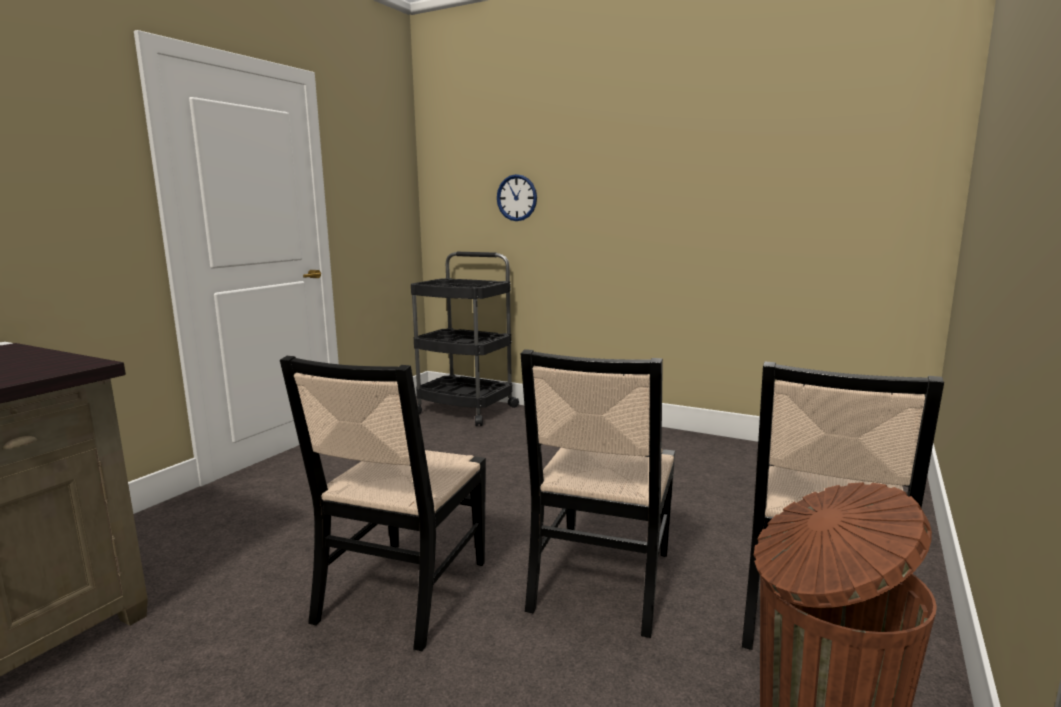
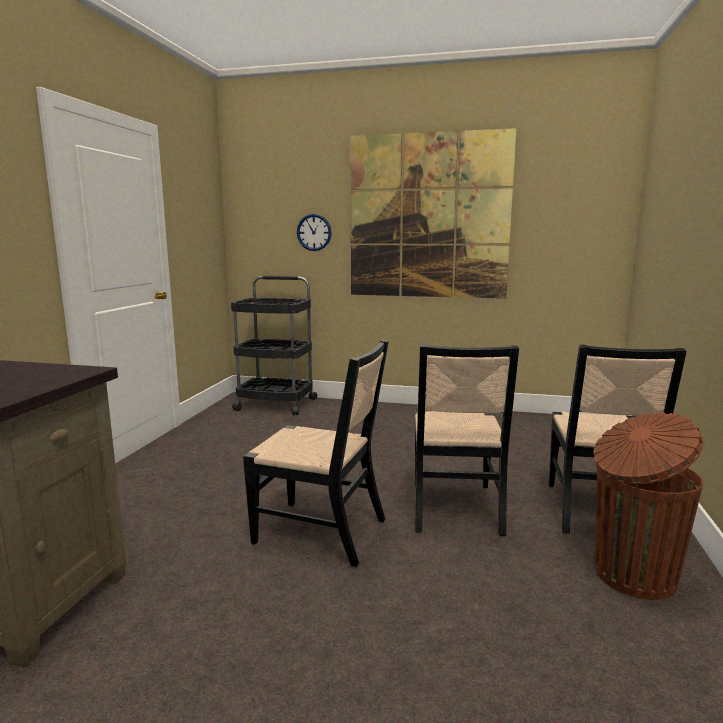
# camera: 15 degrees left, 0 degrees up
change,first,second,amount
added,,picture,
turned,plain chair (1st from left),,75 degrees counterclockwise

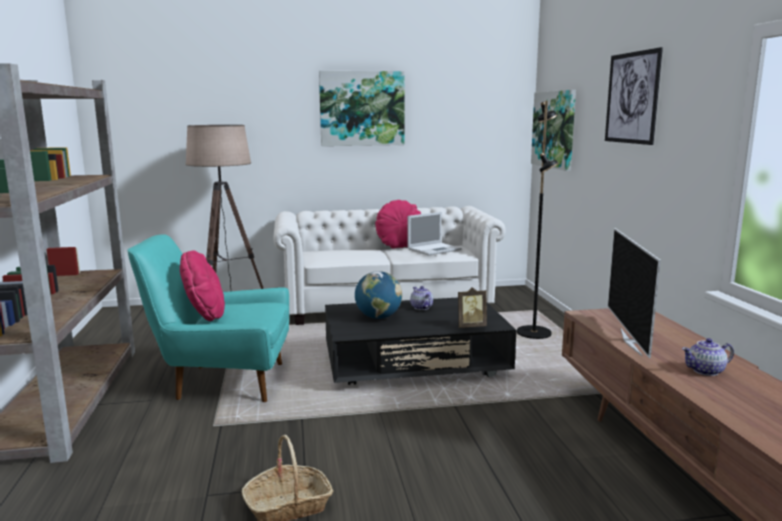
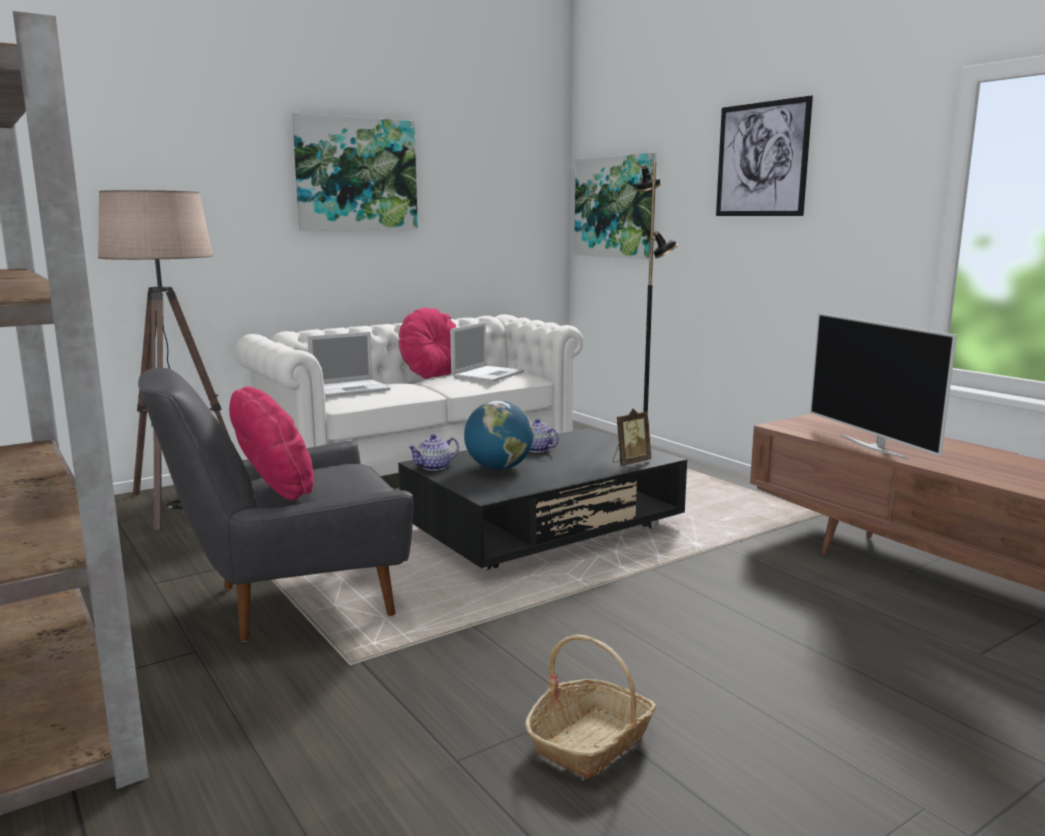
# camera: 25 degrees left, 0 degrees up
change,first,second,amount
added,,notebook computer (1st from left),
moved,tea pot (2nd from left in the first image),tea pot (1st from left),
recoloured,armchair (blue-green),armchair (grey),

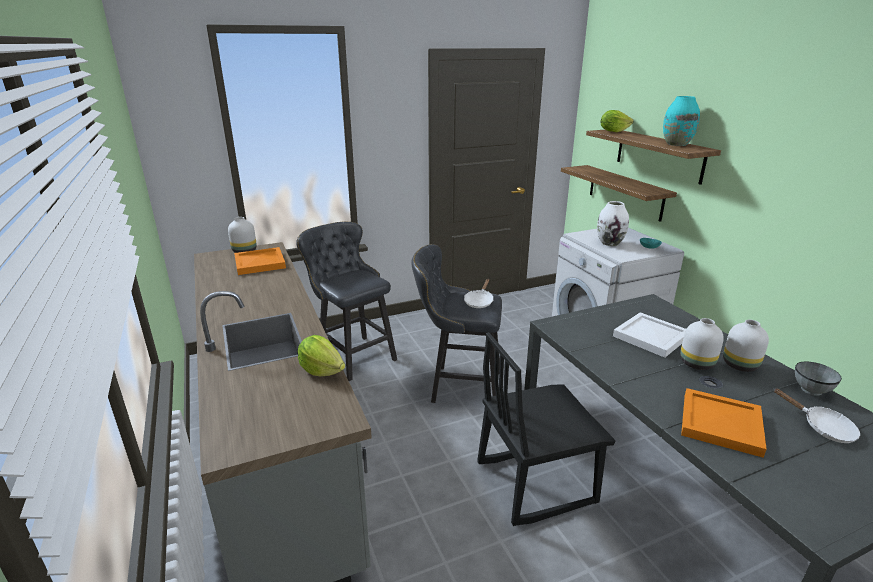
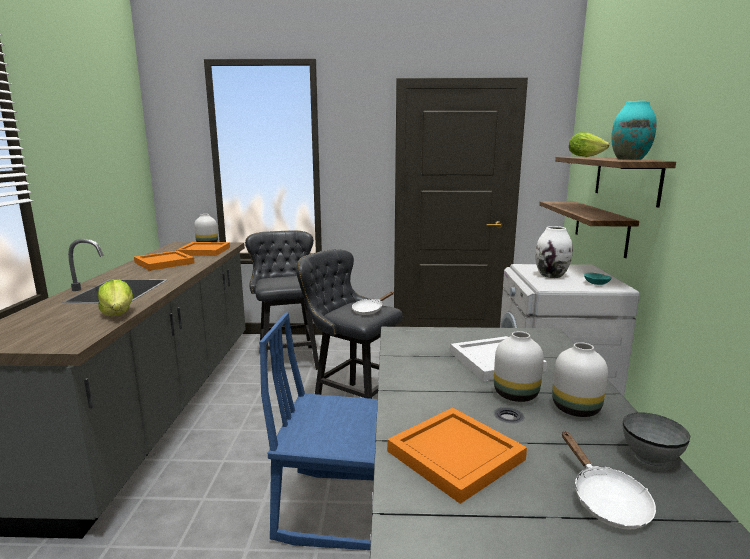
# camera: 25 degrees right, 10 degrees down
change,first,second,amount
added,,carrying tray (orangey) (1st from left),
recoloured,plain chair (black-coloured),plain chair (bluish),

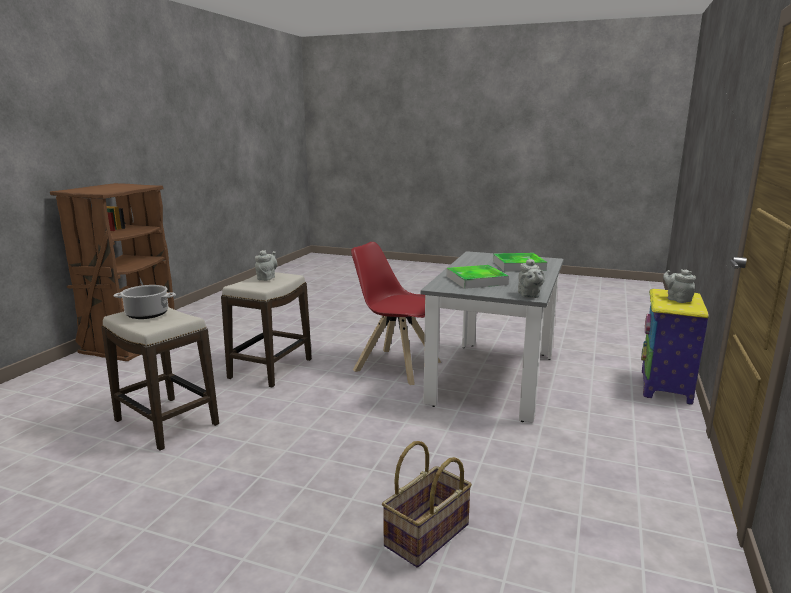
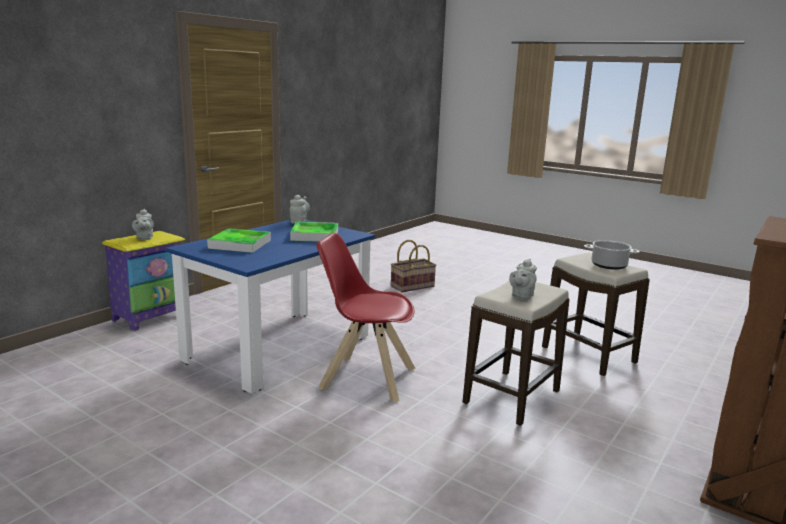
# camera: 165 degrees left, 0 degrees up
change,first,second,amount
recoloured,kitchen table (grey),kitchen table (bluish),
turned,plain chair (red),,150 degrees clockwise

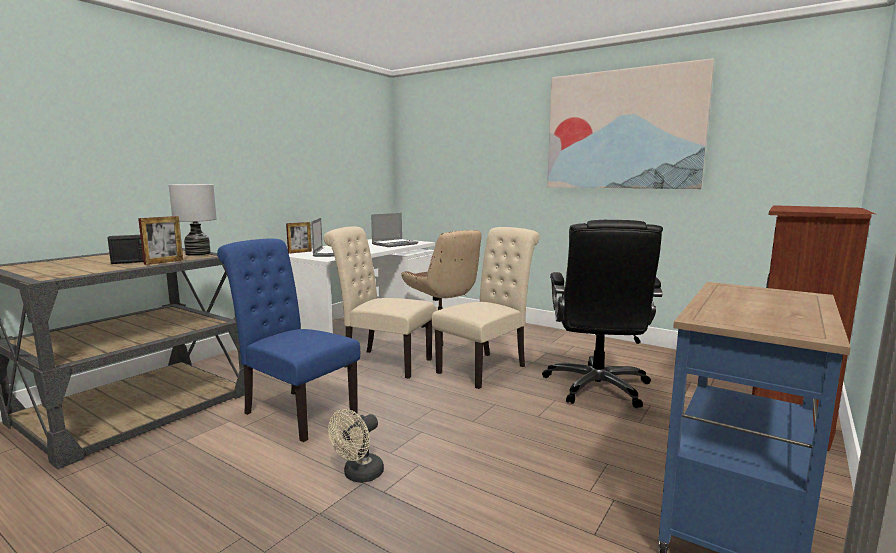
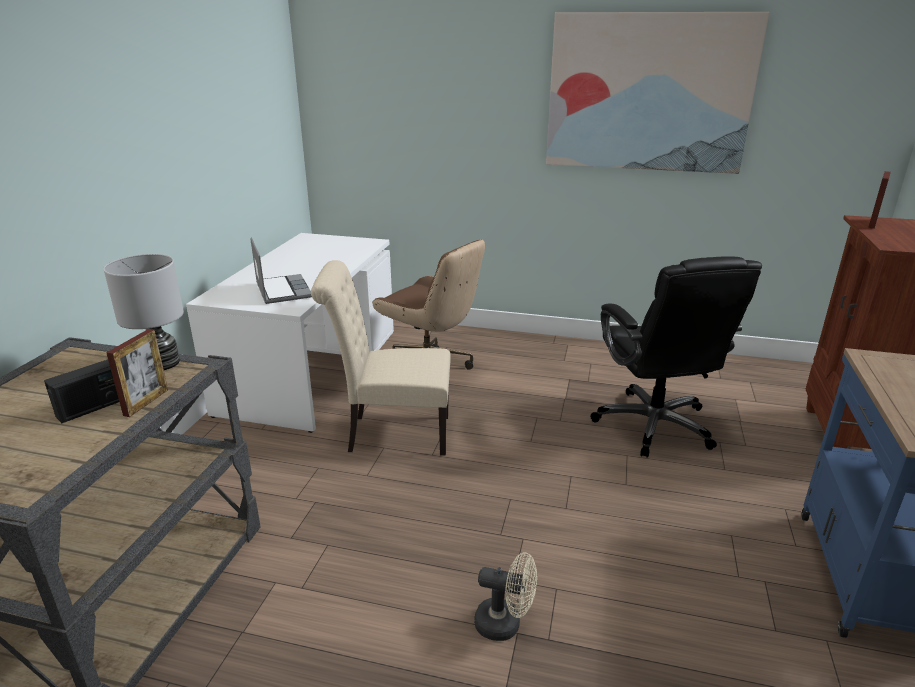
# camera: 20 degrees left, 15 degrees up
change,first,second,amount
removed,plain chair (bluish),,
removed,notebook computer (2nd from left),,
removed,plain chair (beige) (2nd from left),,
moved,standing frame (2nd from left),,
turned,electric fan (beige),,90 degrees counterclockwise

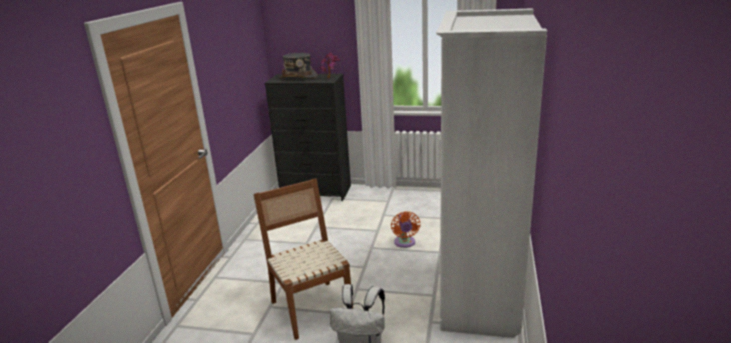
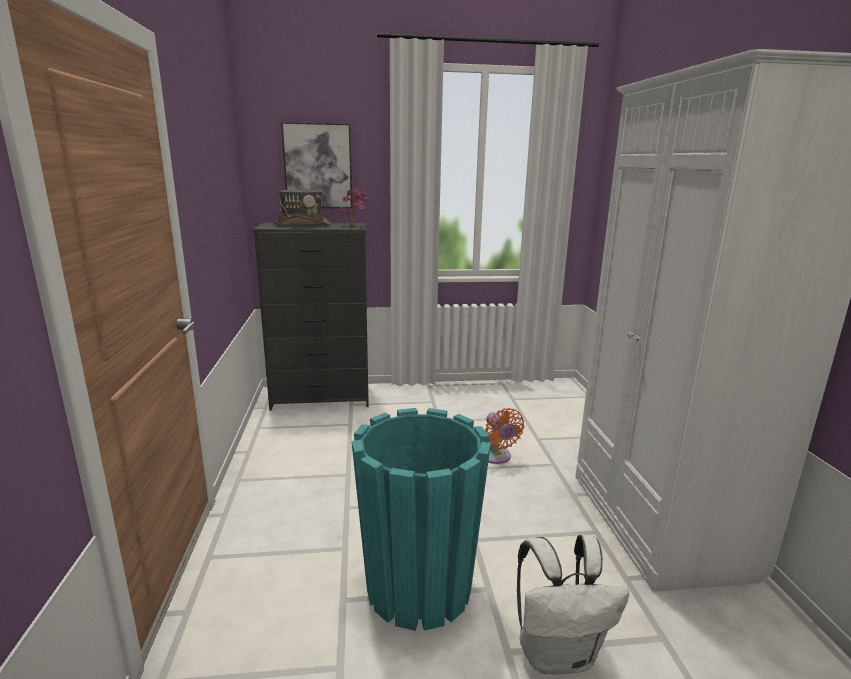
# camera: 20 degrees left, 5 degrees down
change,first,second,amount
added,,picture,
replaced,plain chair,flower pot (blue-green),

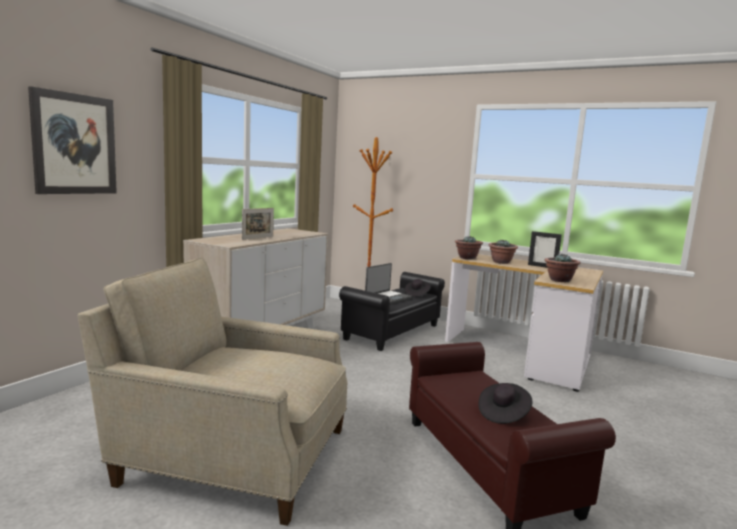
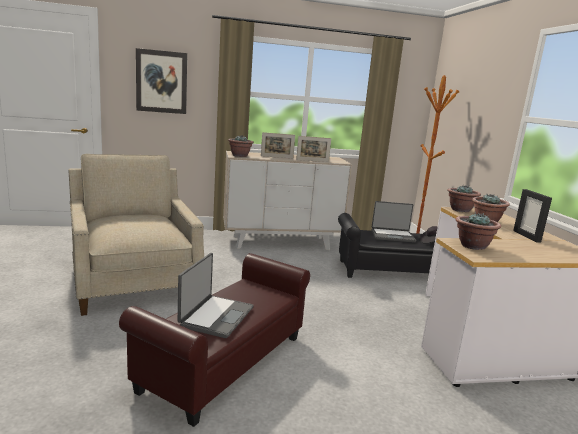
# camera: 50 degrees right, 5 degrees up
change,first,second,amount
added,,plant in a pot (1st from left),
added,,standing frame (2nd from left),
replaced,clothing hat (black-coloured) (2nd from left),notebook computer (1st from left),

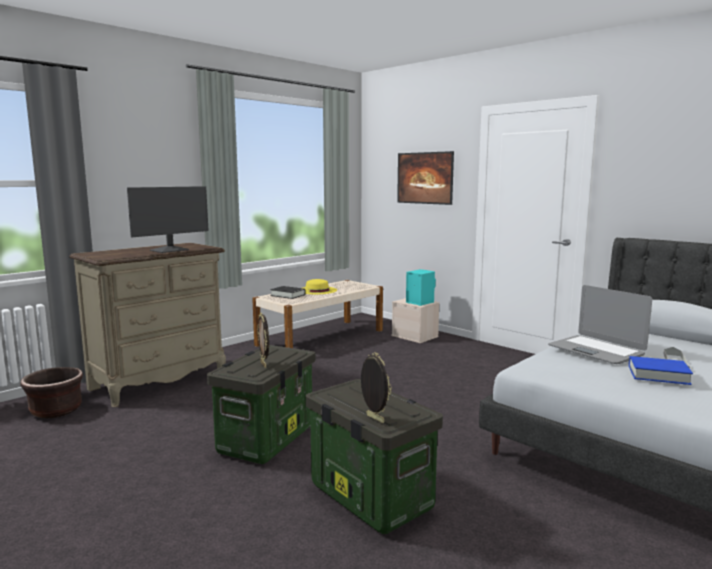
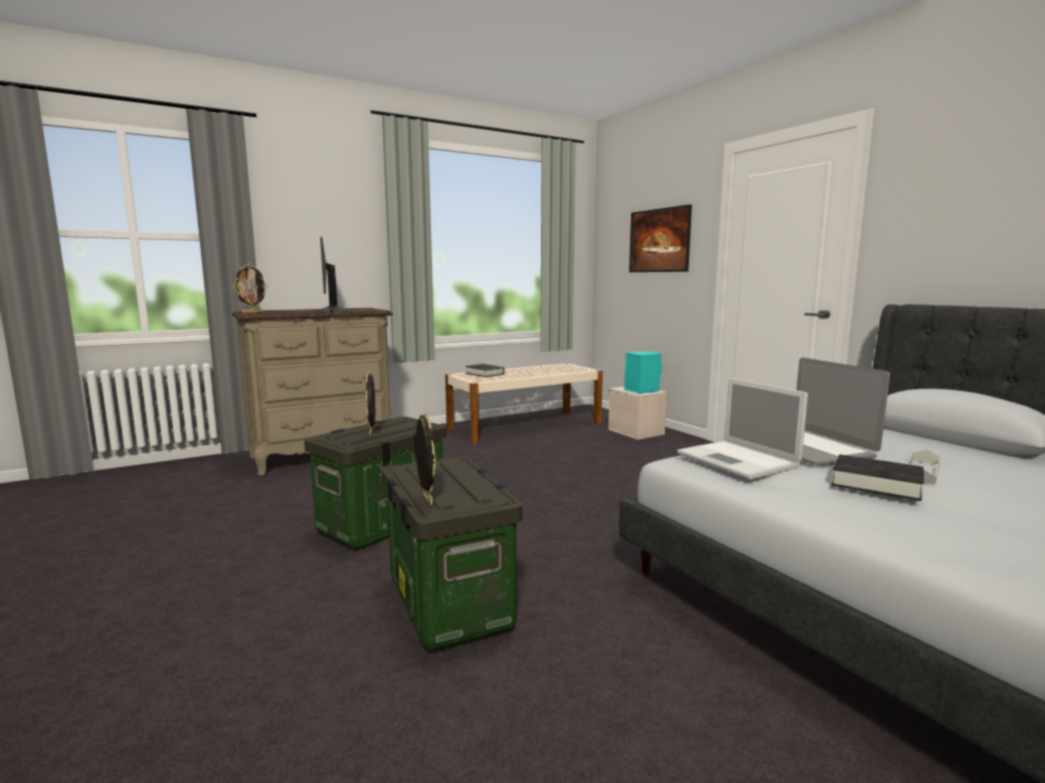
# camera: 15 degrees right, 0 degrees up
change,first,second,amount
removed,flower pot (brownish),,
removed,clothing hat (yellow-coloured),,
added,,standing frame (1st from left),
added,,notebook computer (1st from left),
recoloured,bound book (bluish),bound book (black-coloured) (2nd from left),
turned,monitor,,105 degrees clockwise

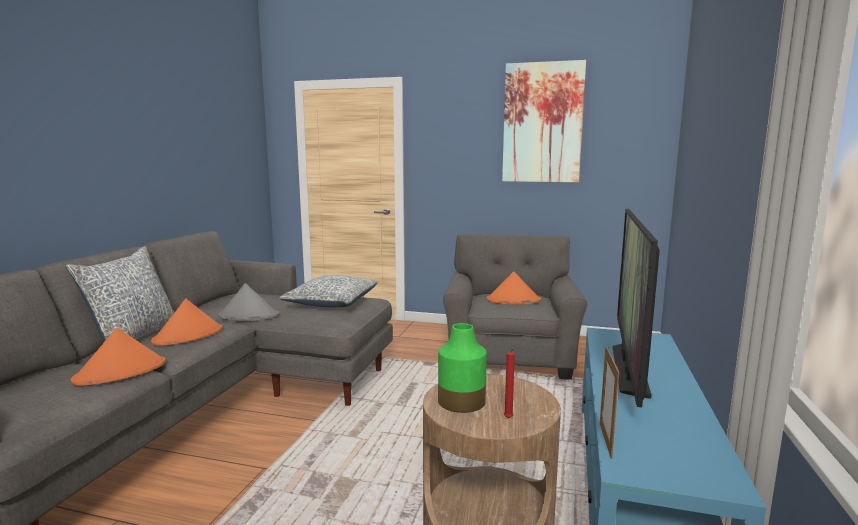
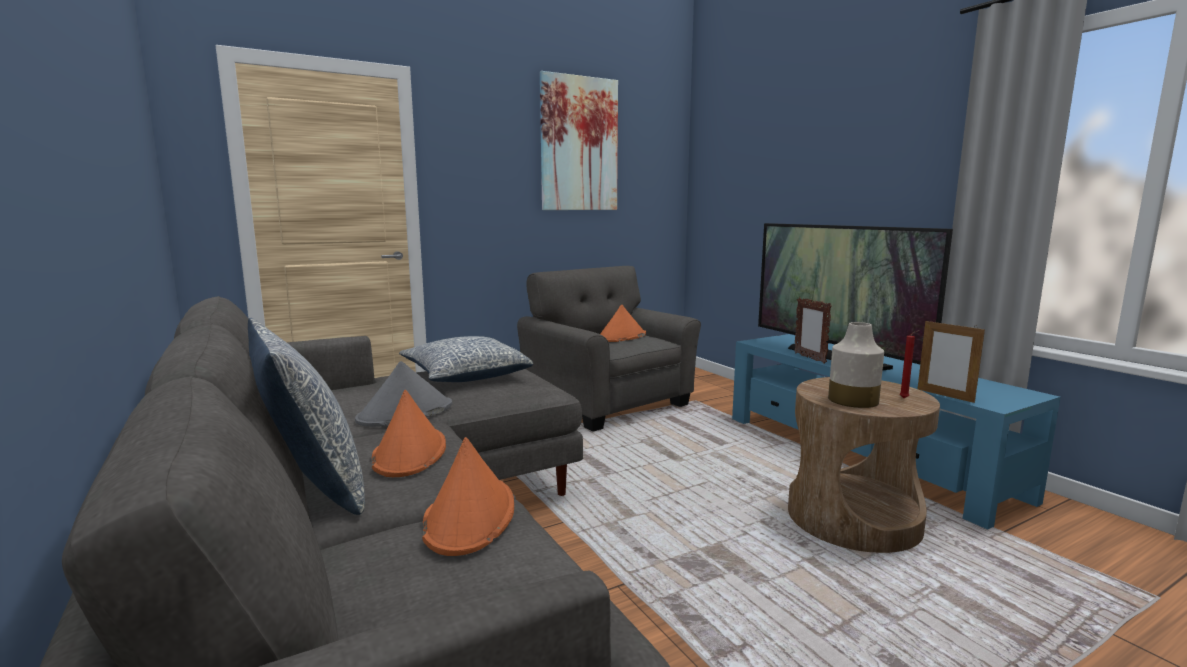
# camera: 45 degrees left, 0 degrees up
change,first,second,amount
added,,standing frame (1st from left),
recoloured,decorative vase (green),decorative vase (beige),

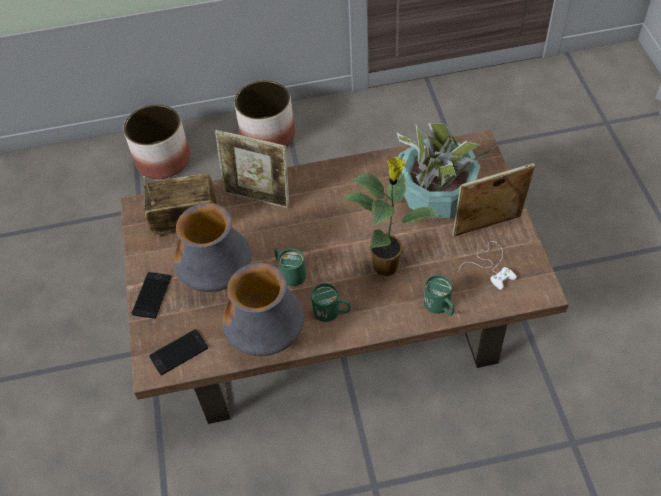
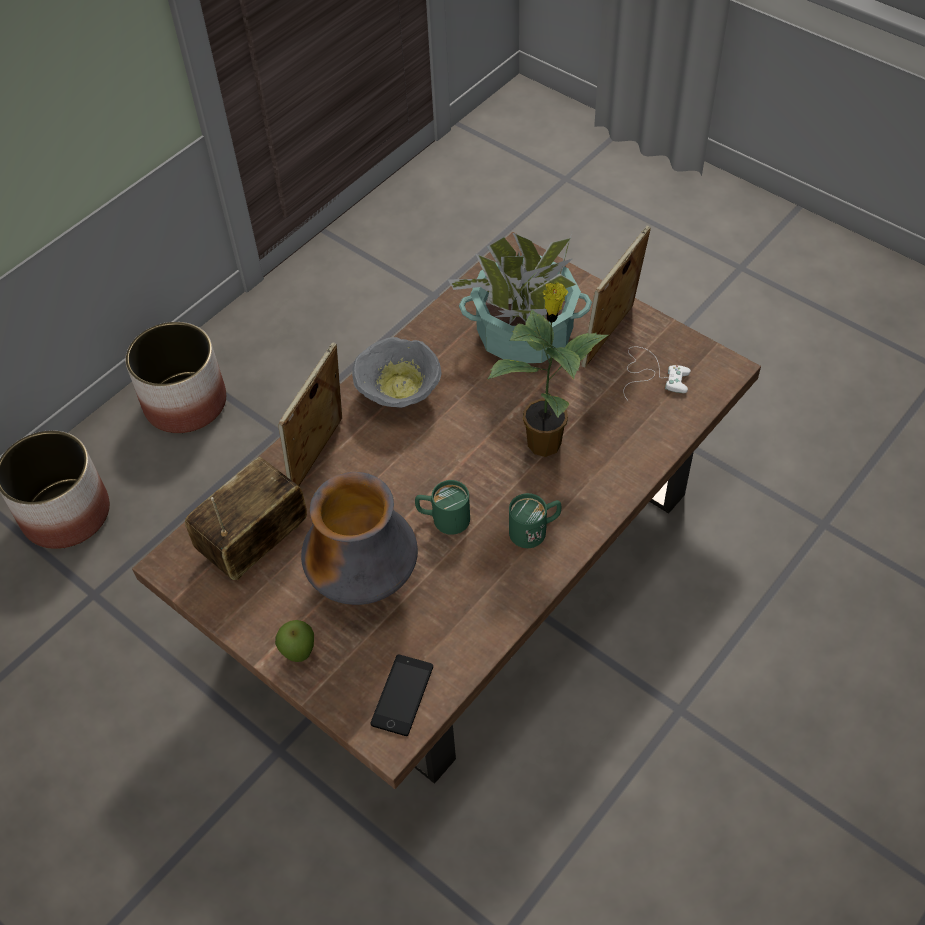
# camera: 40 degrees left, 0 degrees up
change,first,second,amount
removed,decorative vase (2nd from left),,
removed,tea mug (green) (3rd from left),,
added,,bowl (grey),
replaced,phone (1st from left),apple,
turned,standing frame (1st from left),,135 degrees clockwise

